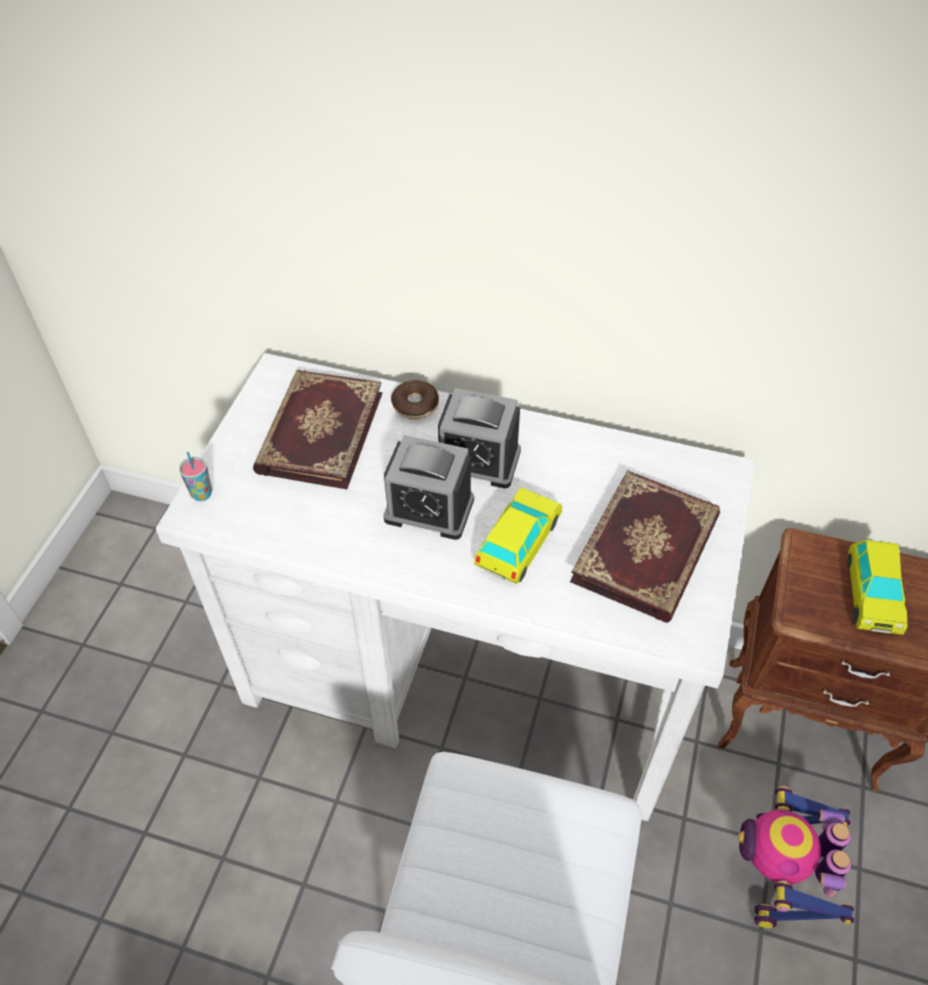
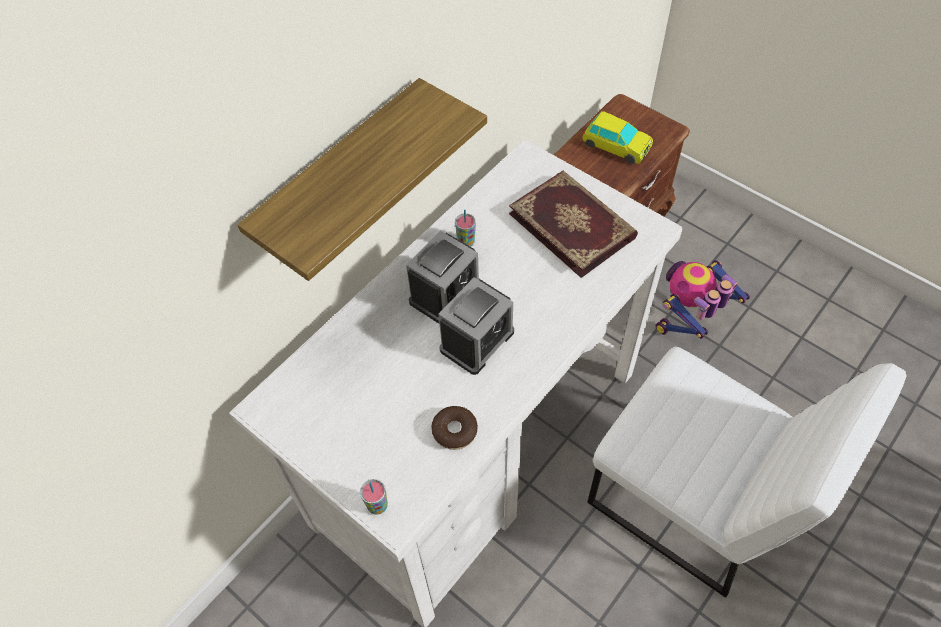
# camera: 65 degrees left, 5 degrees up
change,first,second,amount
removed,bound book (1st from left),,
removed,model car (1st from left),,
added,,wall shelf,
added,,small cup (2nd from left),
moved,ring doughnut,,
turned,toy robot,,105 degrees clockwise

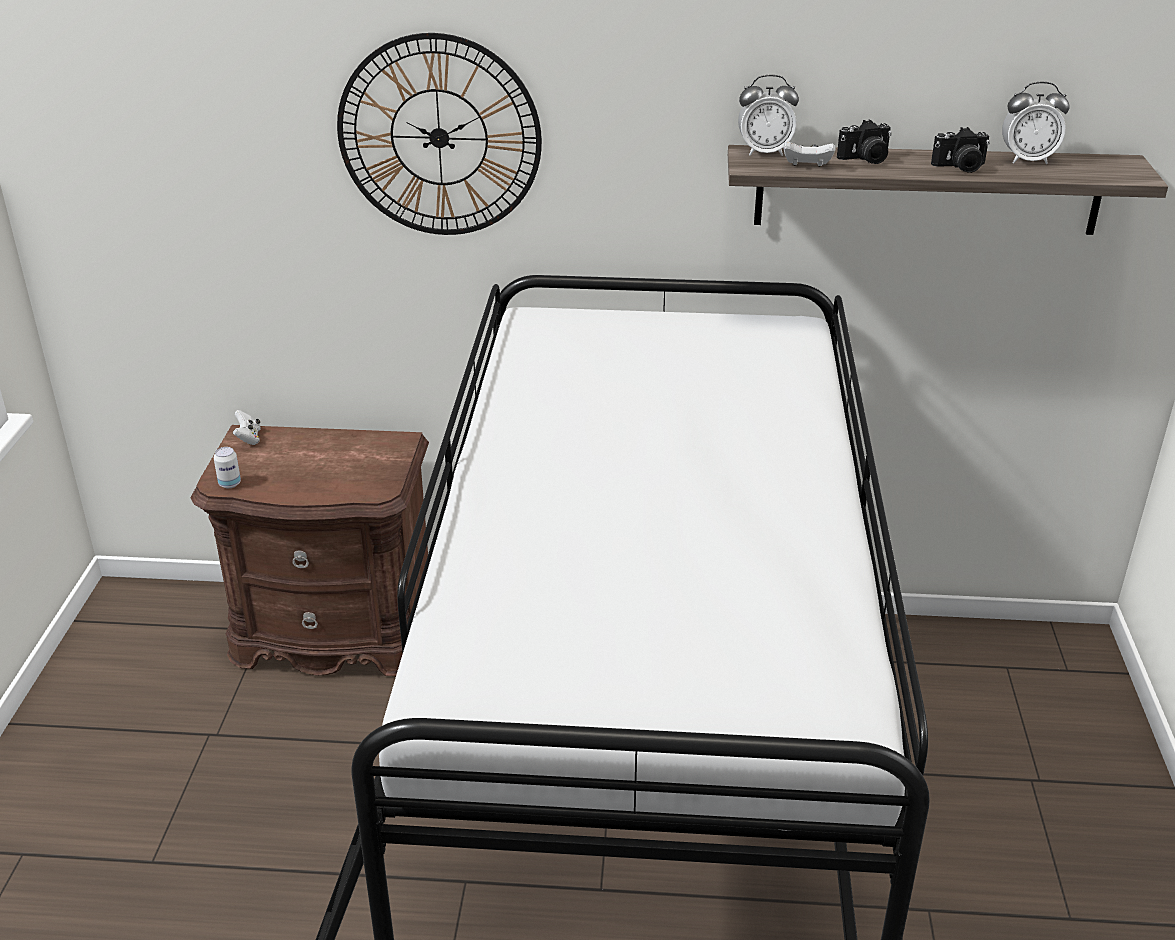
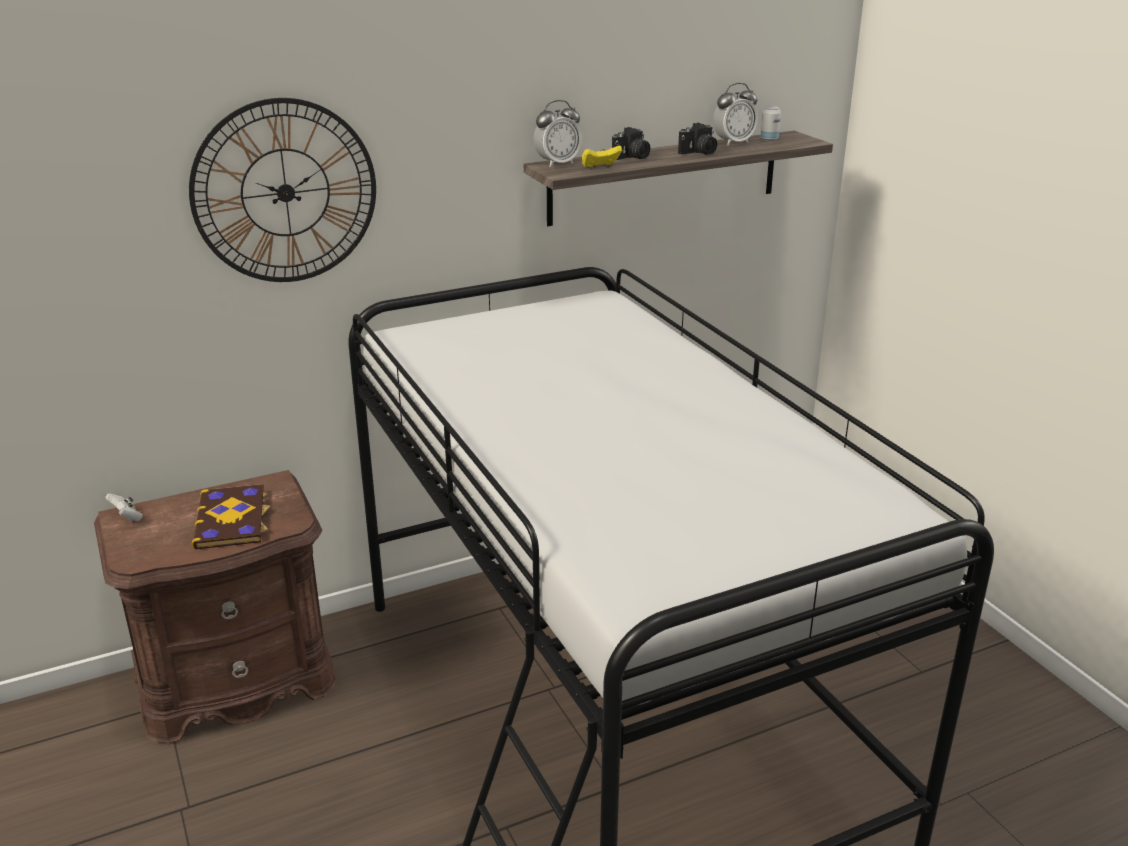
# camera: 30 degrees left, 5 degrees down
change,first,second,amount
added,,bound book,
moved,metal can,,
recoloured,gamepad (whitish) (2nd from left),gamepad (yellow-coloured),

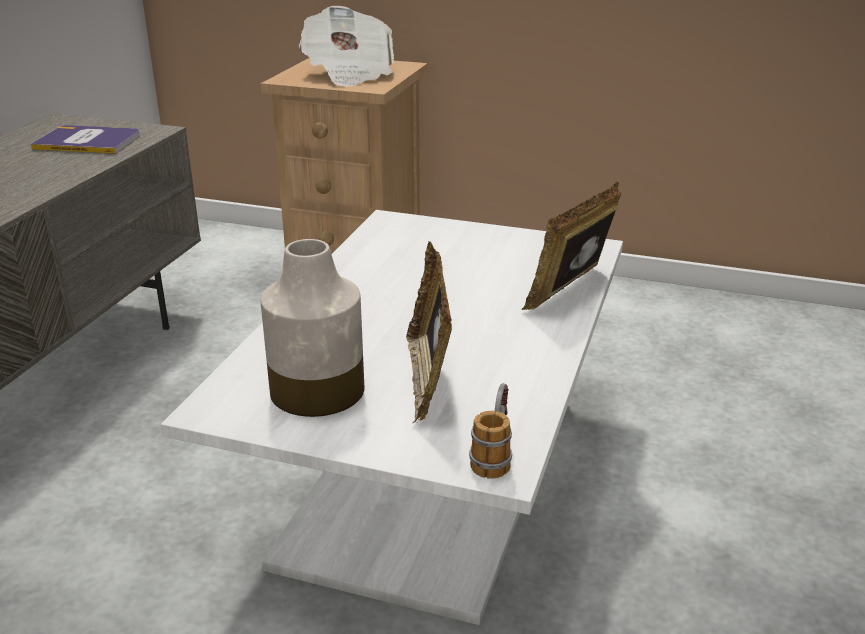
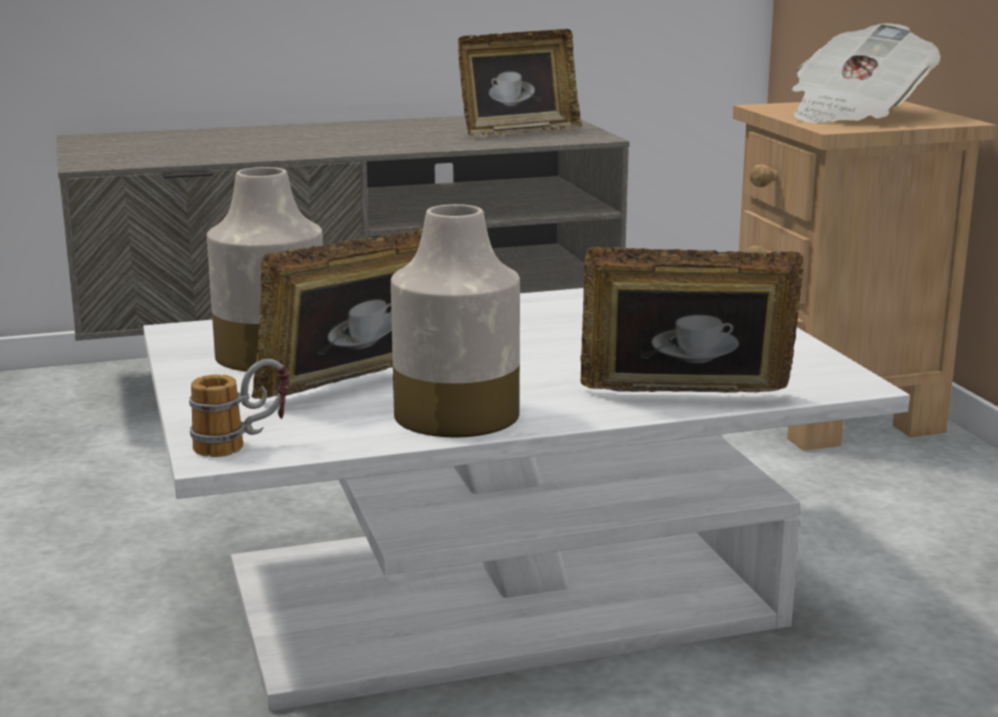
# camera: 55 degrees right, 10 degrees down
change,first,second,amount
added,,decorative vase (beige) (2nd from left),
replaced,bound book,standing frame (2nd from left),

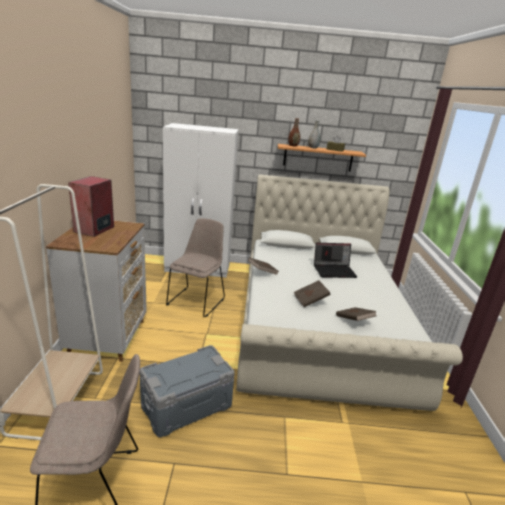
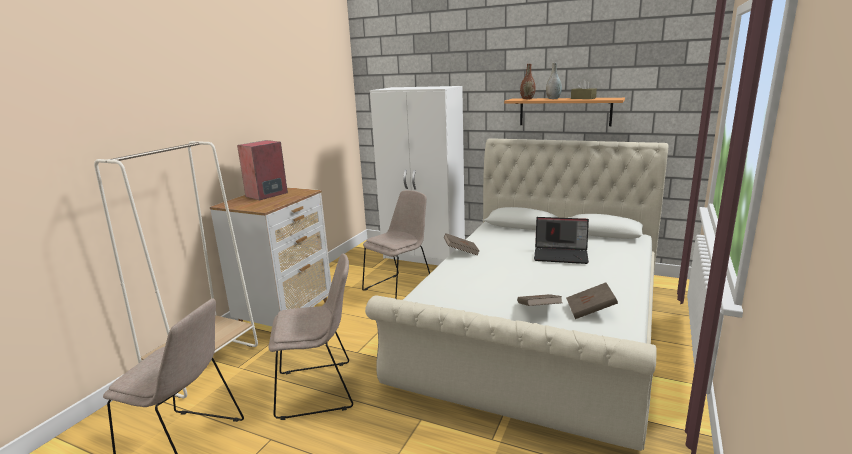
# camera: 25 degrees right, 5 degrees down
change,first,second,amount
moved,bound book (brownish) (2nd from left in the first image),bound book (brownish) (3rd from left),
replaced,storage box (grey),plain chair (beige) (2nd from left),

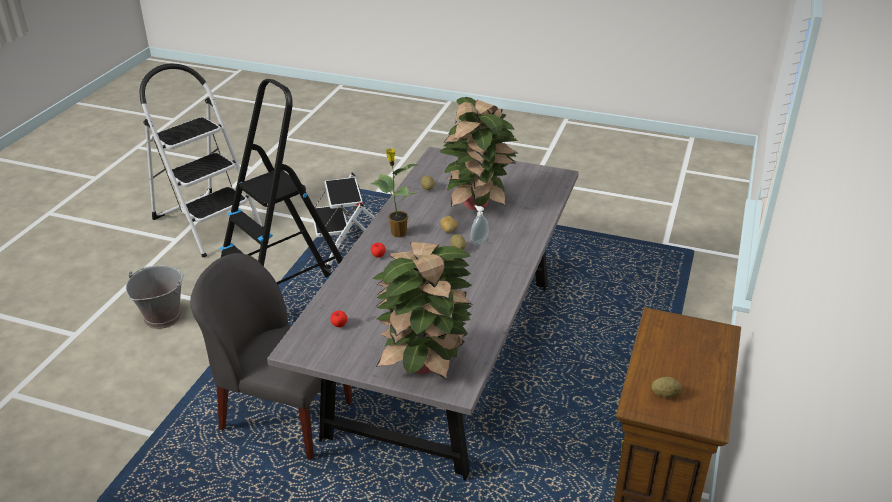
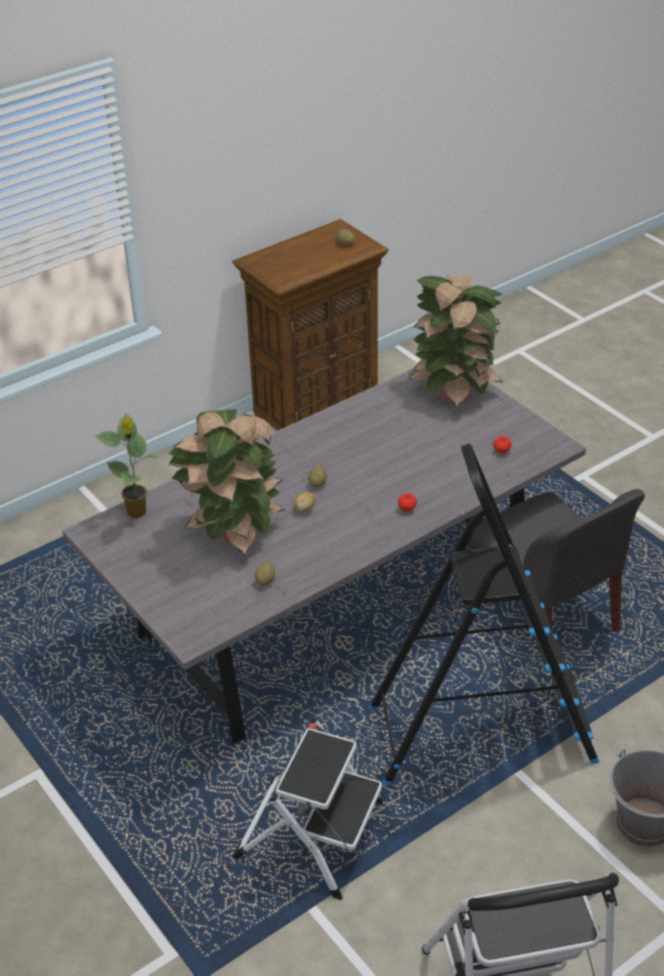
# camera: 145 degrees left, 5 degrees up
change,first,second,amount
removed,soap bottle,,
moved,plant in a pot (1st from left),,

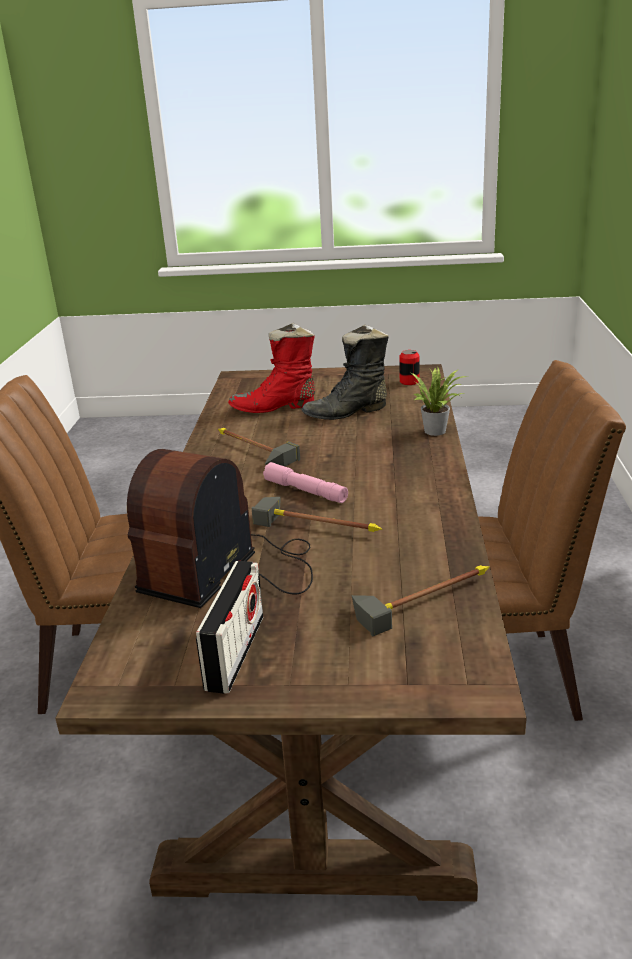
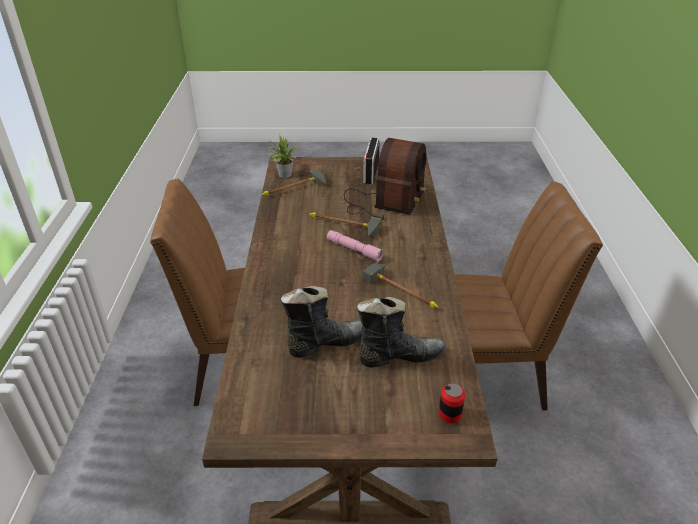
# camera: 175 degrees right, 10 degrees up
change,first,second,amount
moved,metal can,,
moved,plant in a pot,,
recoloured,high-top boot (red),high-top boot (black-coloured) (2nd from left),

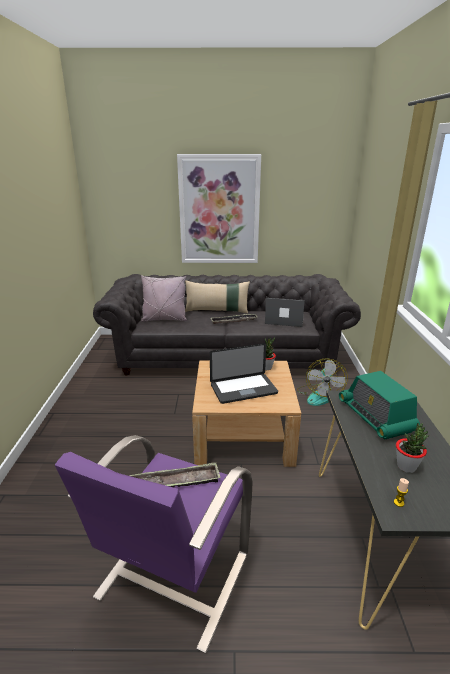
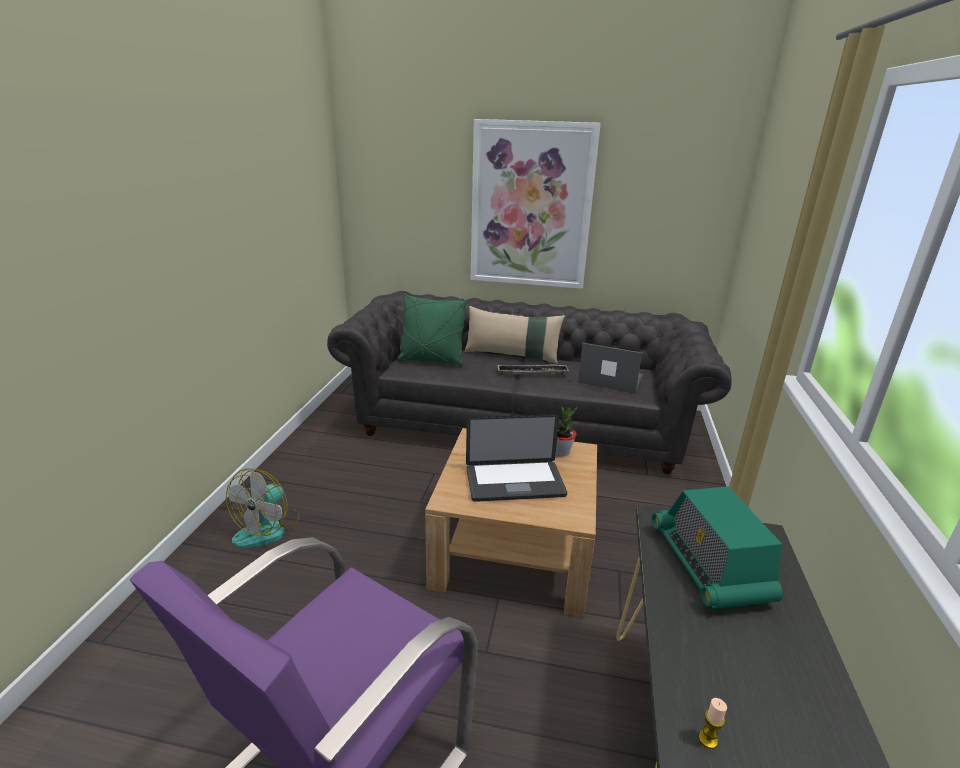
# camera: 10 degrees right, 0 degrees up
change,first,second,amount
removed,carrying tray (1st from left),,
removed,plant in a pot (2nd from left),,
moved,electric fan,,
recoloured,pillow (purplish),pillow (green),

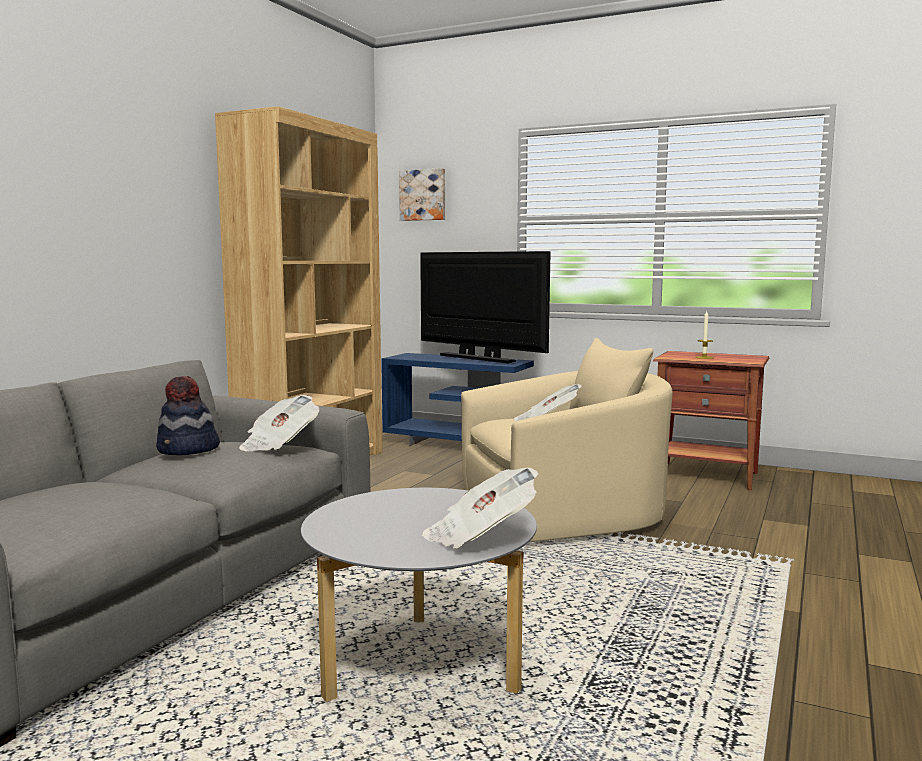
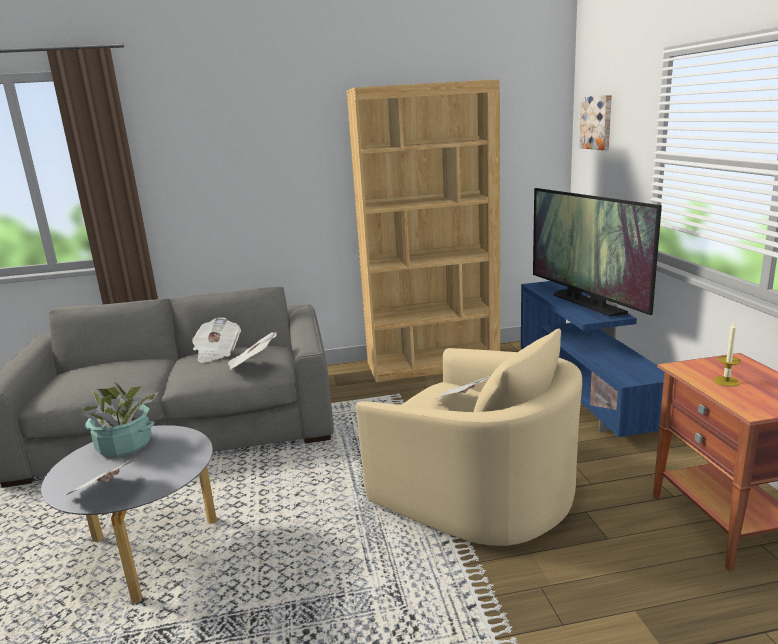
# camera: 55 degrees right, 10 degrees up
change,first,second,amount
added,,plant in a pot,
replaced,clothing hat,daily paper (2nd from left),
turned,TV,,150 degrees clockwise

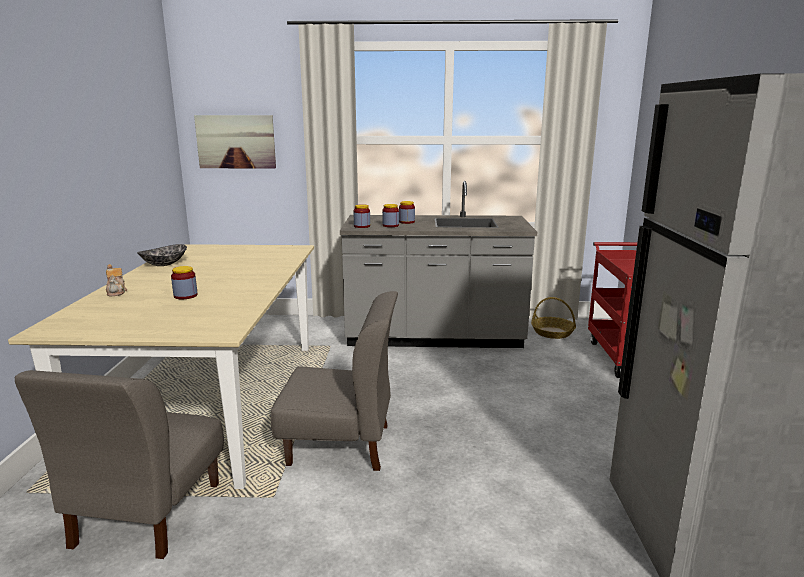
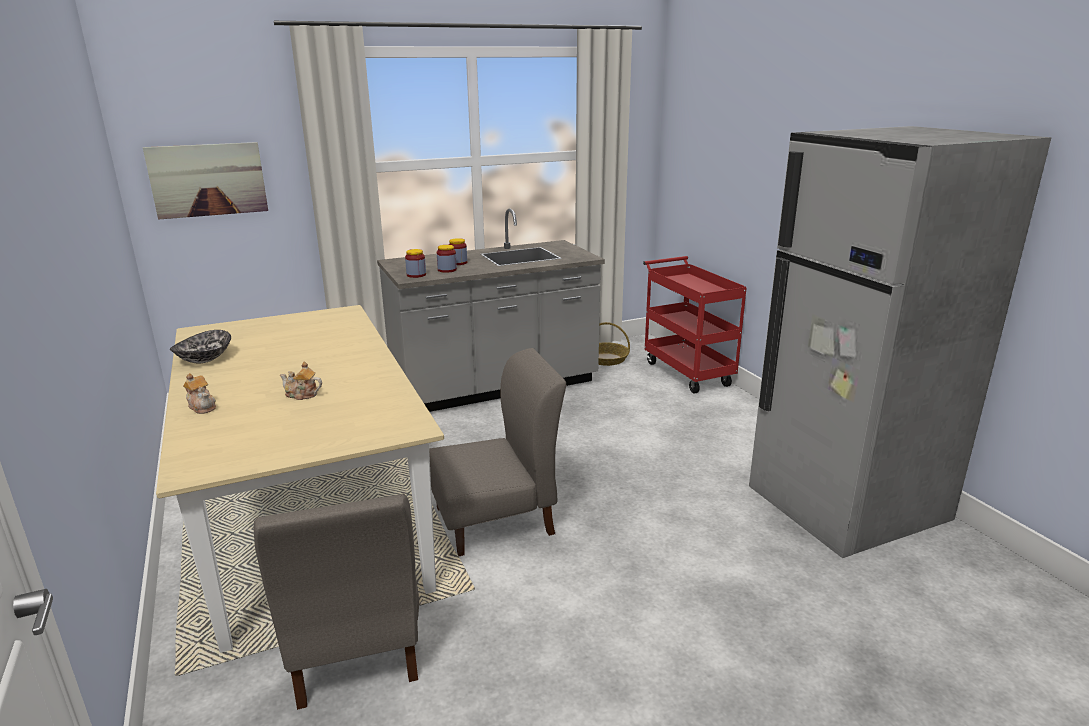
# camera: 25 degrees left, 5 degrees up
change,first,second,amount
replaced,preserve jar (1st from left),tea pot (2nd from left),

